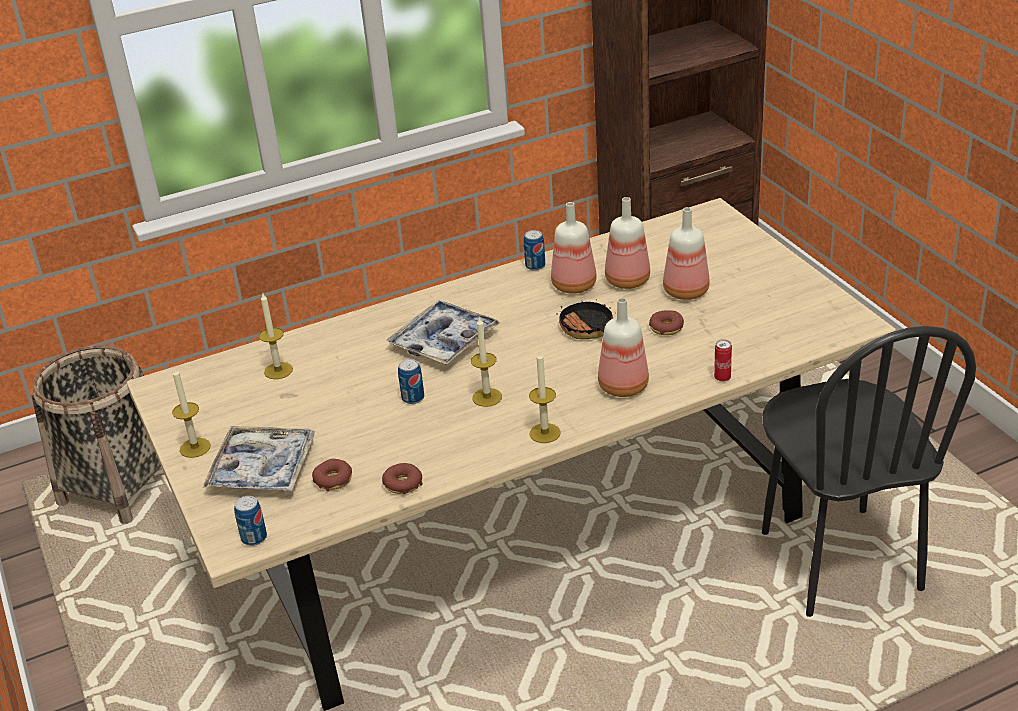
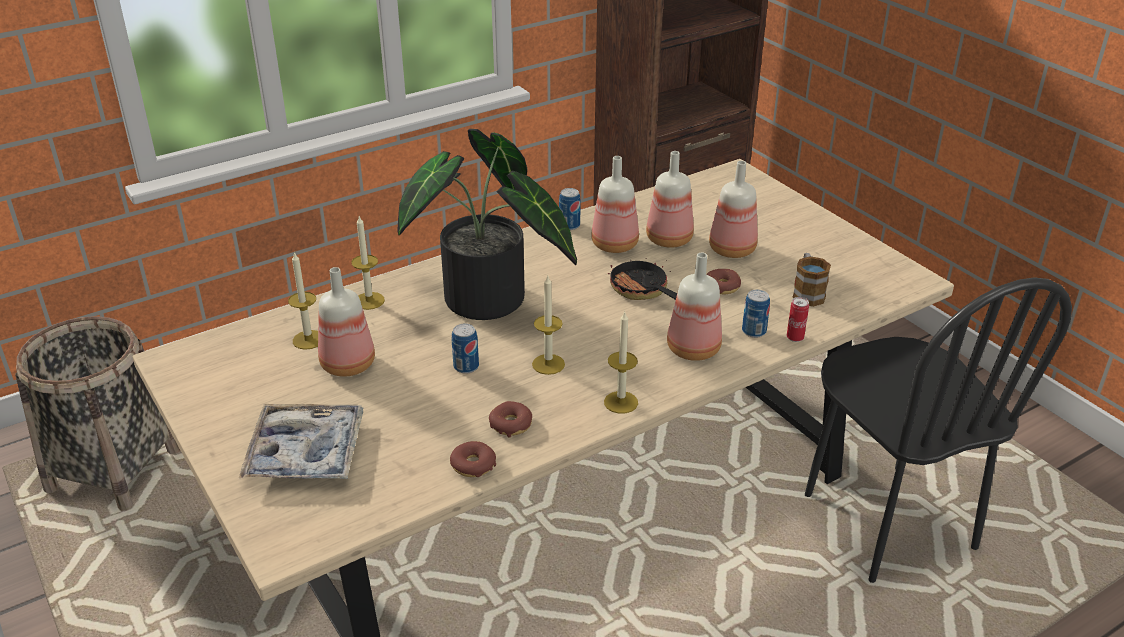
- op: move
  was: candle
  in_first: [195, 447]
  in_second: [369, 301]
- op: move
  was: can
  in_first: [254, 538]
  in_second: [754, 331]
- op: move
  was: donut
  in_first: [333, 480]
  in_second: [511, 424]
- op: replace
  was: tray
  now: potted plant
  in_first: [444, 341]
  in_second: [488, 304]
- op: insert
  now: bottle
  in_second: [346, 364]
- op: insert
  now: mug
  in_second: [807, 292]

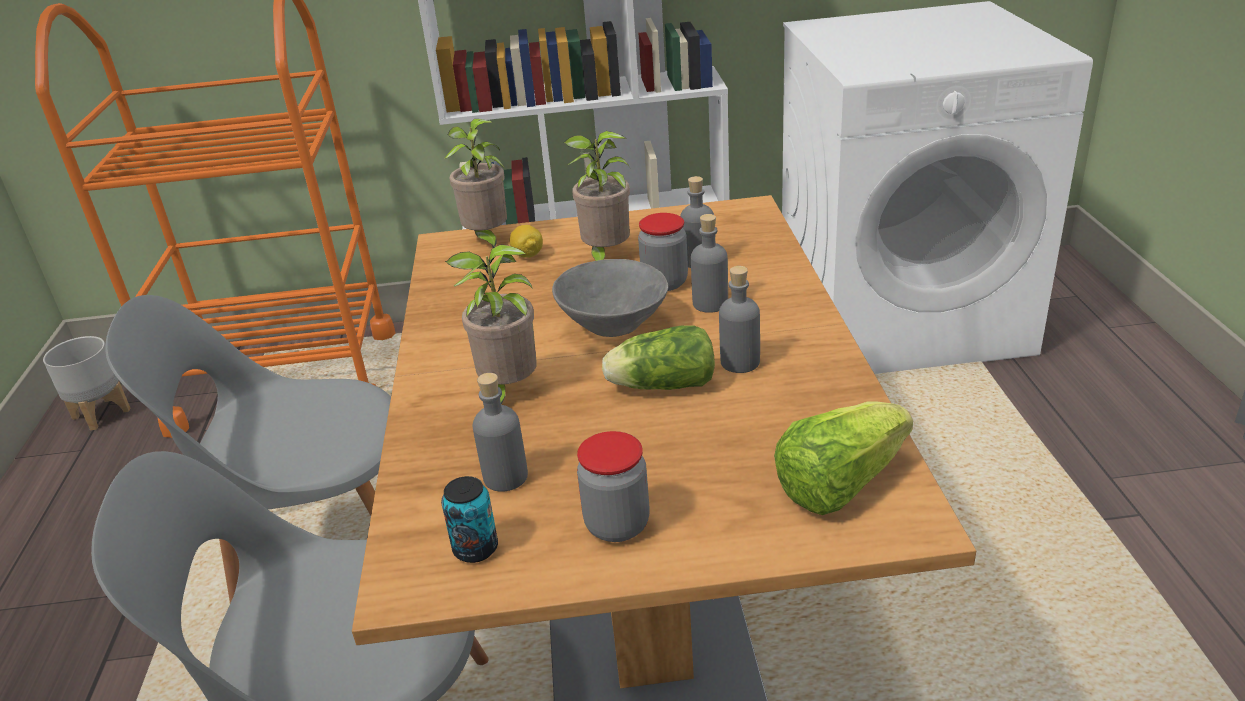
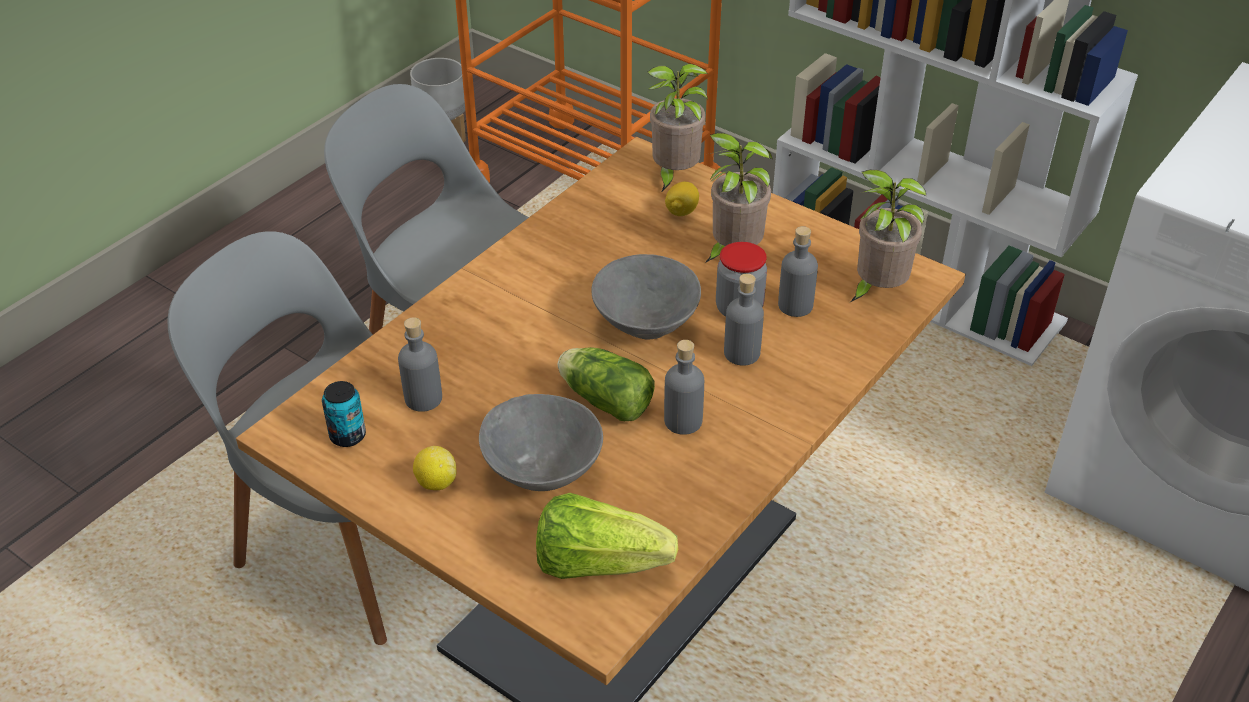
- op: move
  was: potted plant
  in_first: [507, 392]
  in_second: [876, 290]
- op: replace
  was: jar
  now: lemon
  in_first: [617, 525]
  in_second: [436, 482]
- op: insert
  now: grey bowl
  in_second: [542, 471]

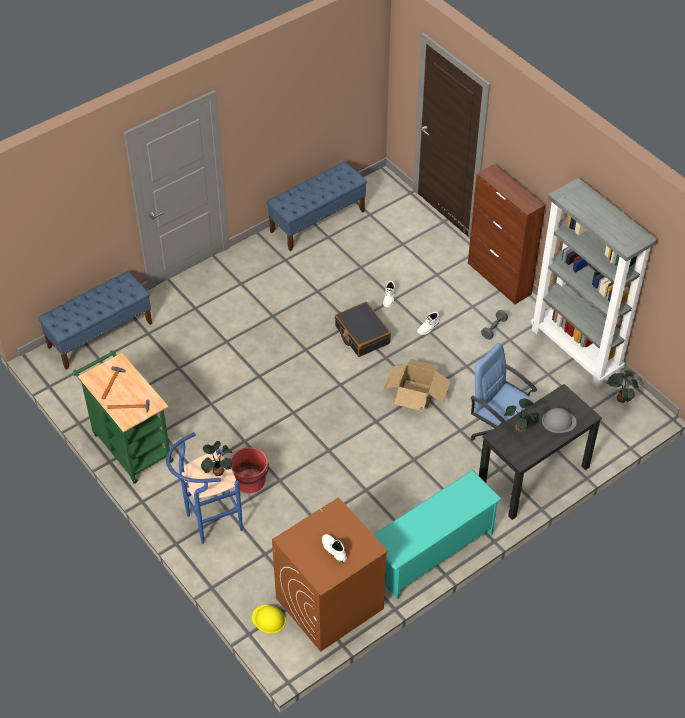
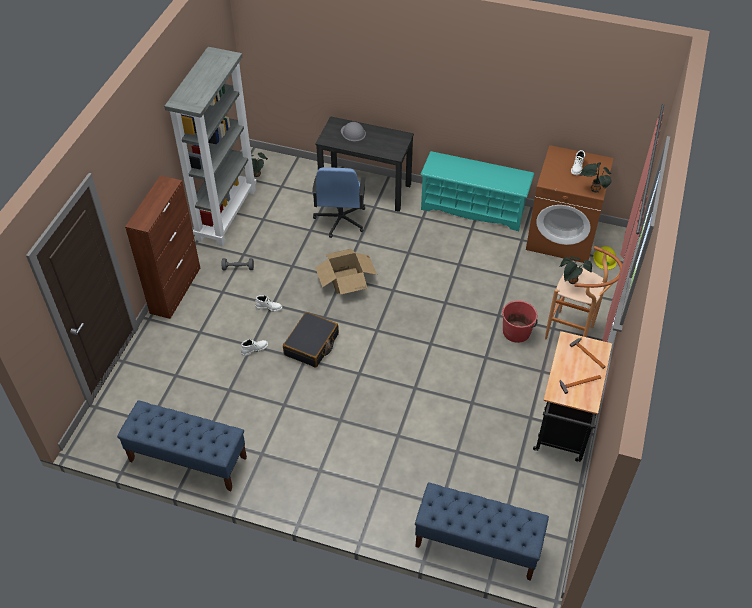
- op: recolor
  was: green cart
  now: black cart
  in_first: [129, 445]
  in_second: [563, 430]
- op: recolor
  was: blue stool
  now: brown stool
  in_first: [208, 523]
  in_second: [574, 333]
- op: move
  was: potted plant
  in_first: [520, 428]
  in_second: [593, 190]

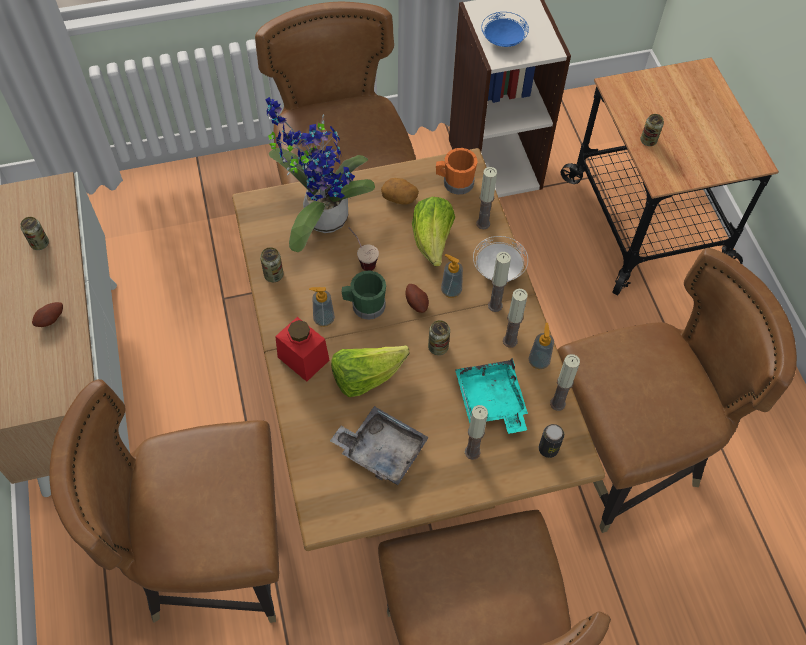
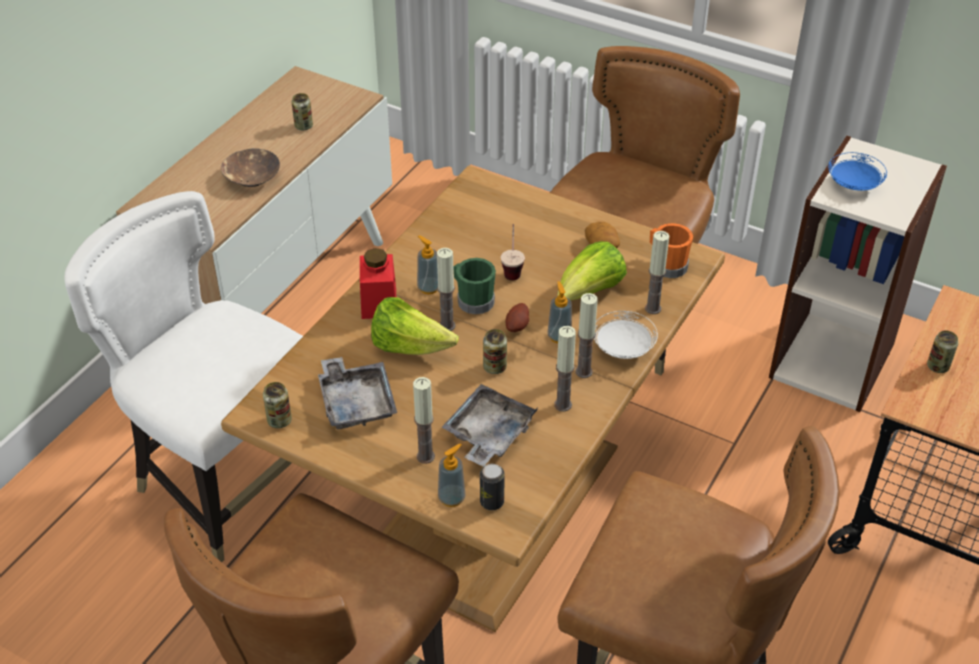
- op: replace
  was: potato
  now: brown bowl
  in_first: [51, 320]
  in_second: [251, 177]
- op: recolor
  was: brown chair
  now: white chair
  in_first: [215, 560]
  in_second: [228, 485]
- op: move
  was: can
  in_first: [273, 275]
  in_second: [279, 420]
- op: delete
  was: potted plant
  in_first: [320, 217]
- op: recolor
  was: turquoise tray
  now: grey tray
  in_first: [491, 401]
  in_second: [488, 434]
- op: move
  was: soap dispenser
  in_first: [539, 361]
  in_second: [451, 498]
- op: move
  was: candle
  in_first: [557, 403]
  in_second: [447, 325]

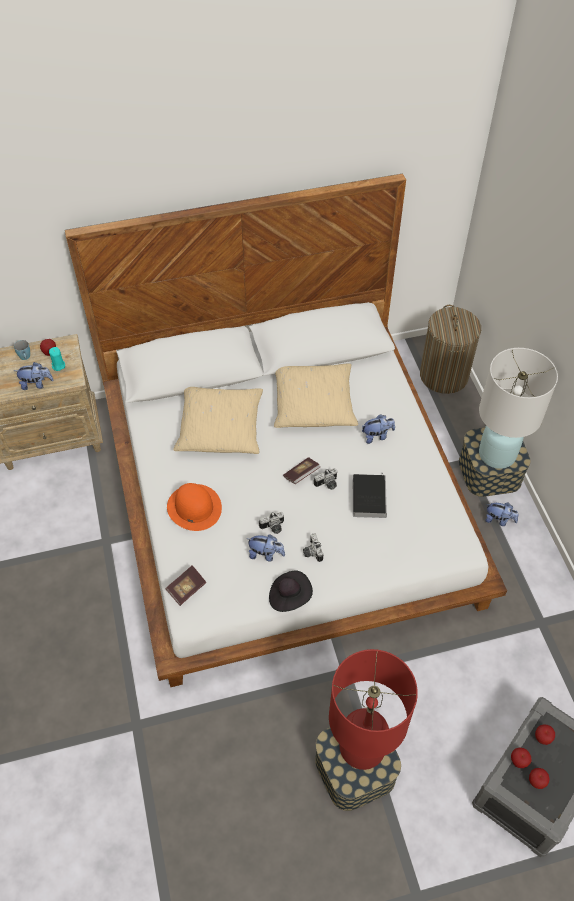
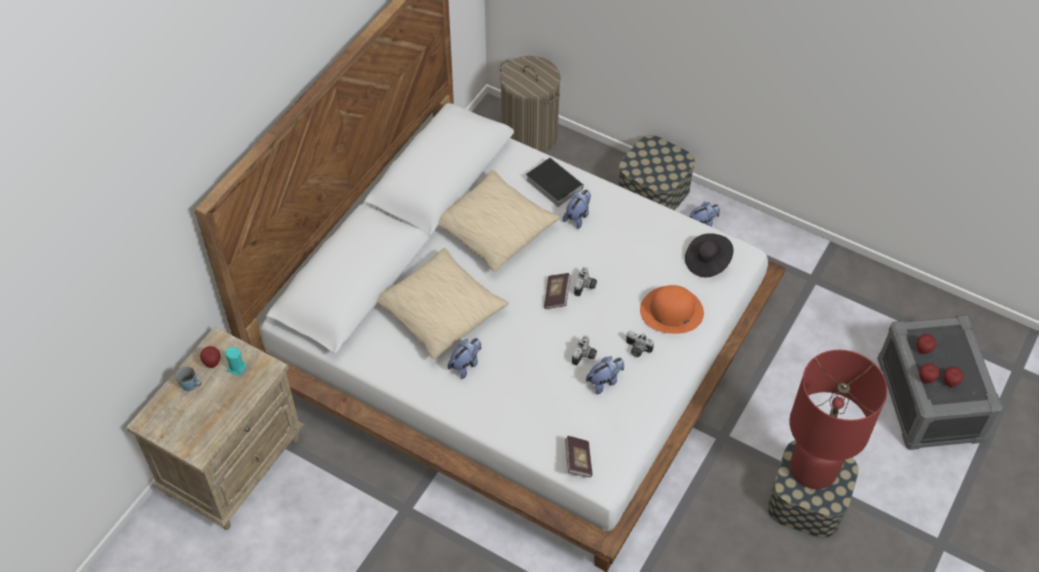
- op: move
  was: plush toy
  in_first: [36, 384]
  in_second: [466, 364]
- op: move
  was: orange hat
  in_first: [194, 507]
  in_second: [671, 311]
- op: move
  was: black hat
  in_first: [289, 596]
  in_second: [707, 262]
- op: move
  was: book
  in_first: [368, 496]
  in_second: [552, 184]
- op: delete
  was: white table lamp
  in_first: [497, 454]

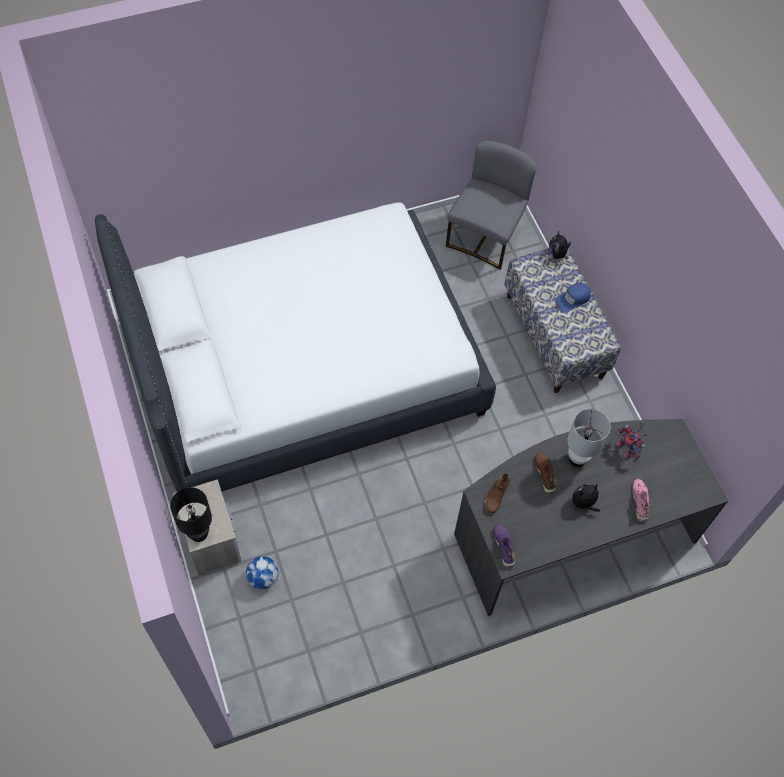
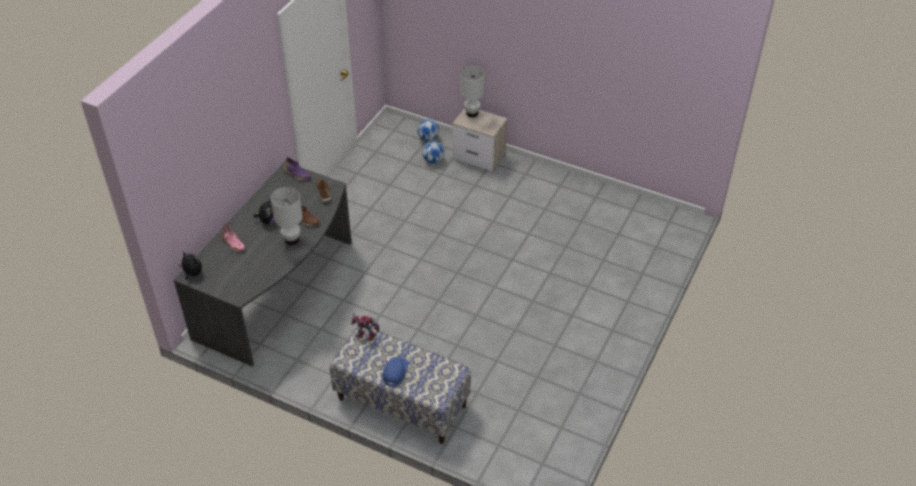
- op: delete
  was: white bed
  in_first: [304, 369]
- op: recolor
  was: black table lamp
  now: white table lamp
  in_first: [198, 533]
  in_second: [472, 113]
- op: delete
  was: grey chair
  in_first: [485, 236]
- op: move
  was: plush toy
  in_first: [557, 254]
  in_second: [192, 274]
- op: move
  was: toy robot
  in_first: [627, 450]
  in_second: [364, 336]
- op: insert
  now: football
  in_second: [428, 138]

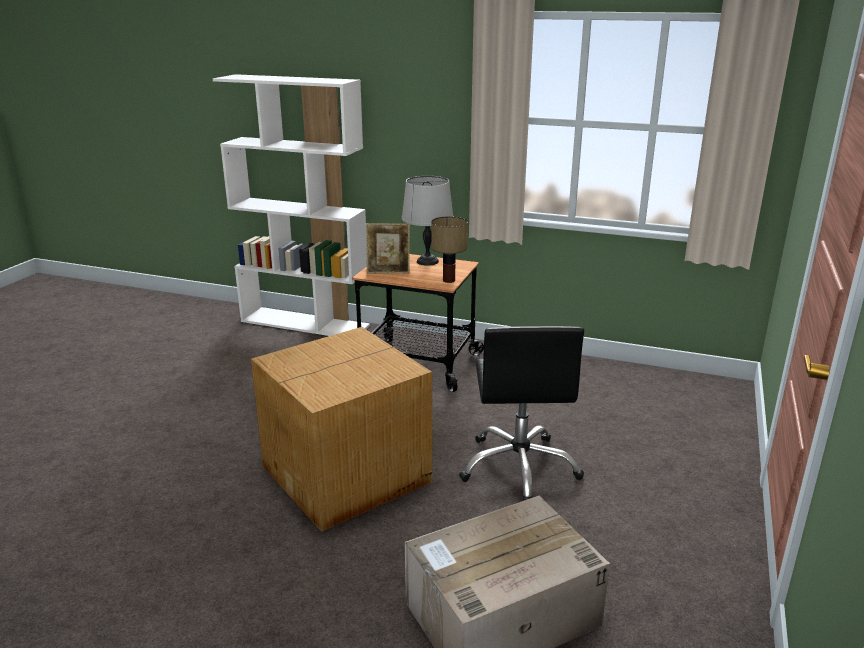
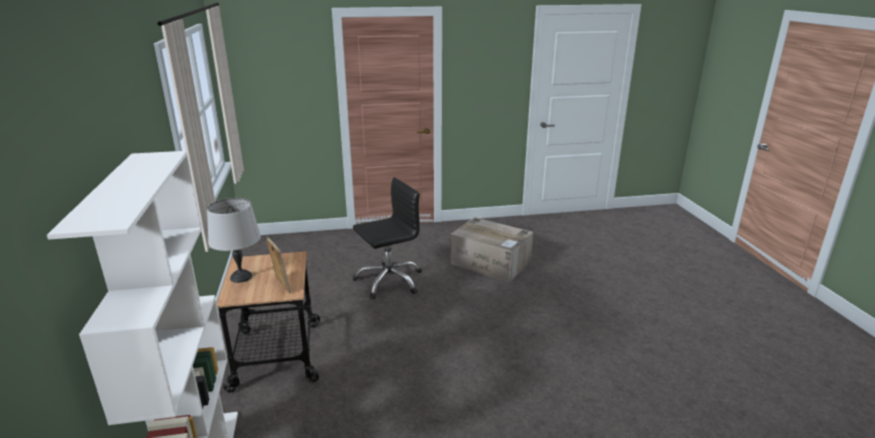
- op: delete
  was: cardboard box
  in_first: [349, 474]
- op: delete
  was: table lamp
  in_first: [449, 280]

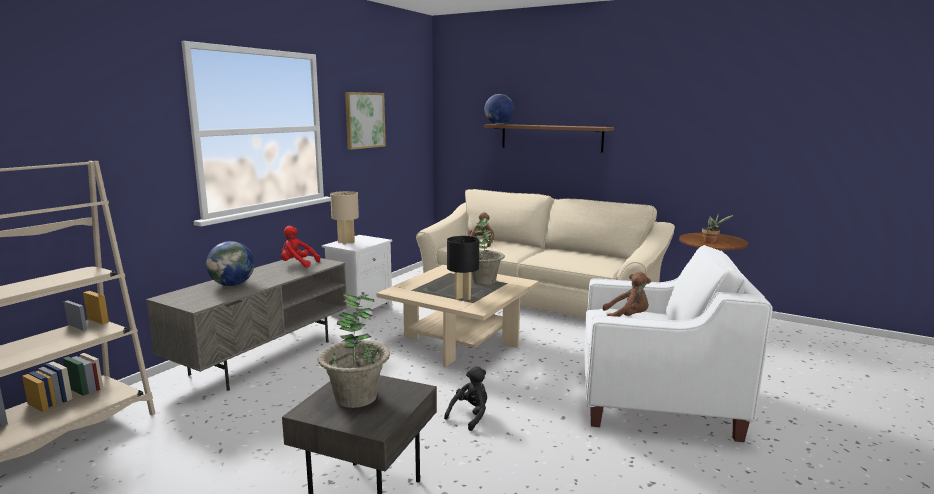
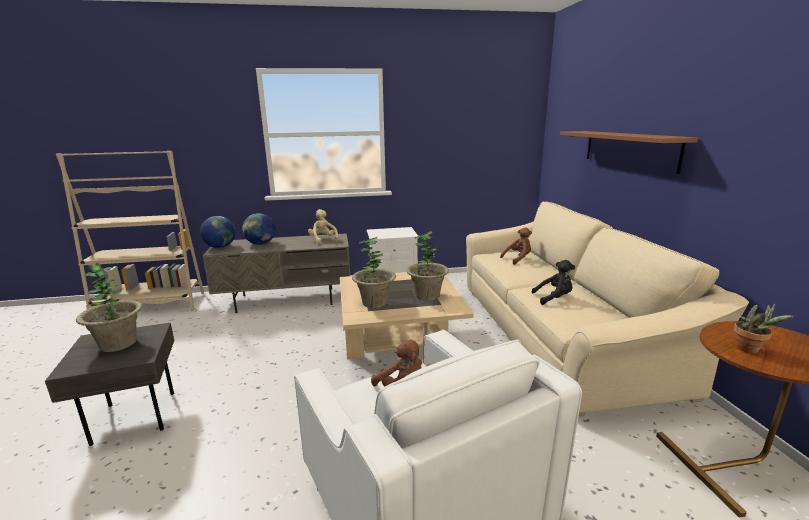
- op: recolor
  was: red plush toy
  now: beige plush toy
  in_first: [297, 264]
  in_second: [323, 240]
- op: delete
  was: beige table lamp
  in_first: [346, 242]
- op: delete
  was: picture
  in_first: [364, 120]
- op: move
  was: black plush toy
  in_first: [470, 415]
  in_second: [554, 298]
- op: replace
  was: black table lamp
  now: potted plant
  in_first: [462, 297]
  in_second: [375, 302]
- op: move
  was: globe
  in_first: [499, 124]
  in_second: [220, 247]

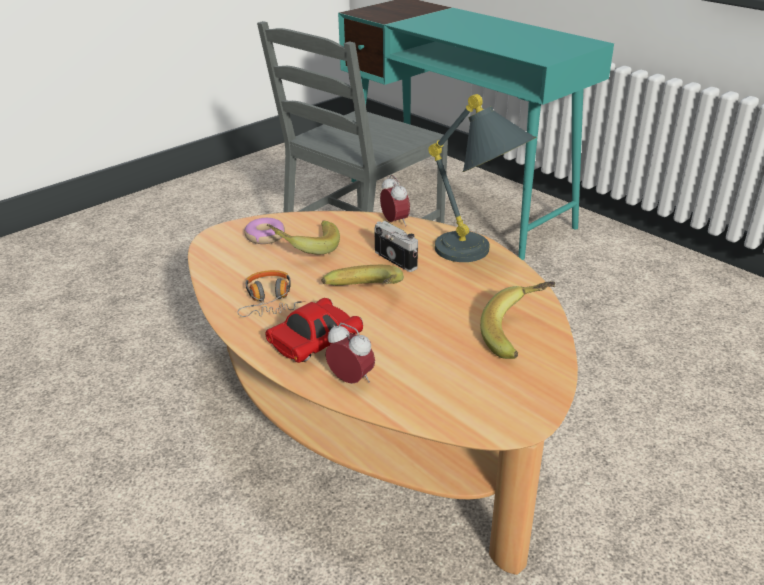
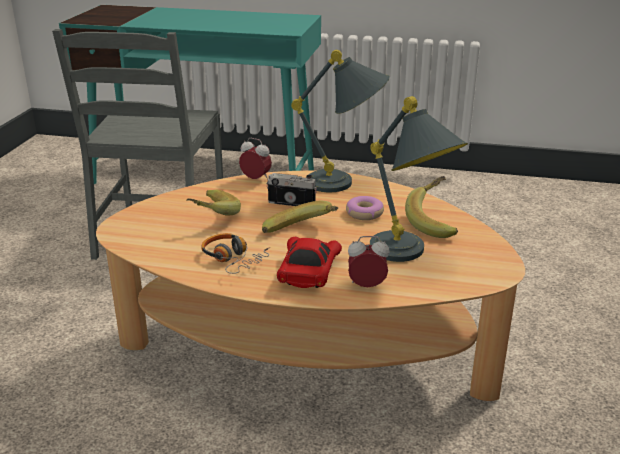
- op: move
  was: donut
  in_first: [265, 236]
  in_second: [364, 213]
- op: insert
  now: grey table lamp
  in_second: [409, 257]

